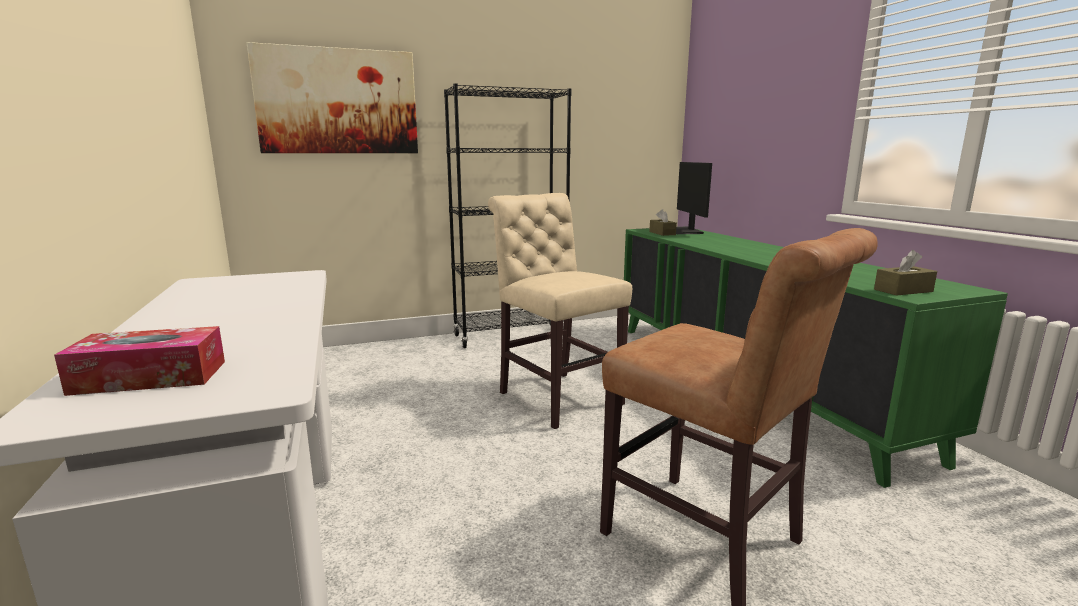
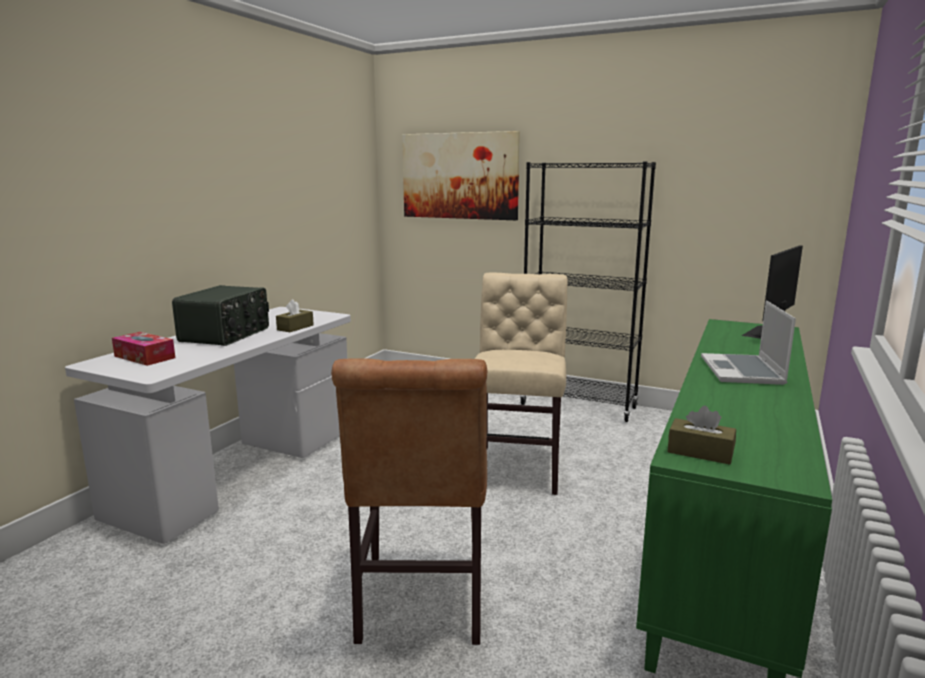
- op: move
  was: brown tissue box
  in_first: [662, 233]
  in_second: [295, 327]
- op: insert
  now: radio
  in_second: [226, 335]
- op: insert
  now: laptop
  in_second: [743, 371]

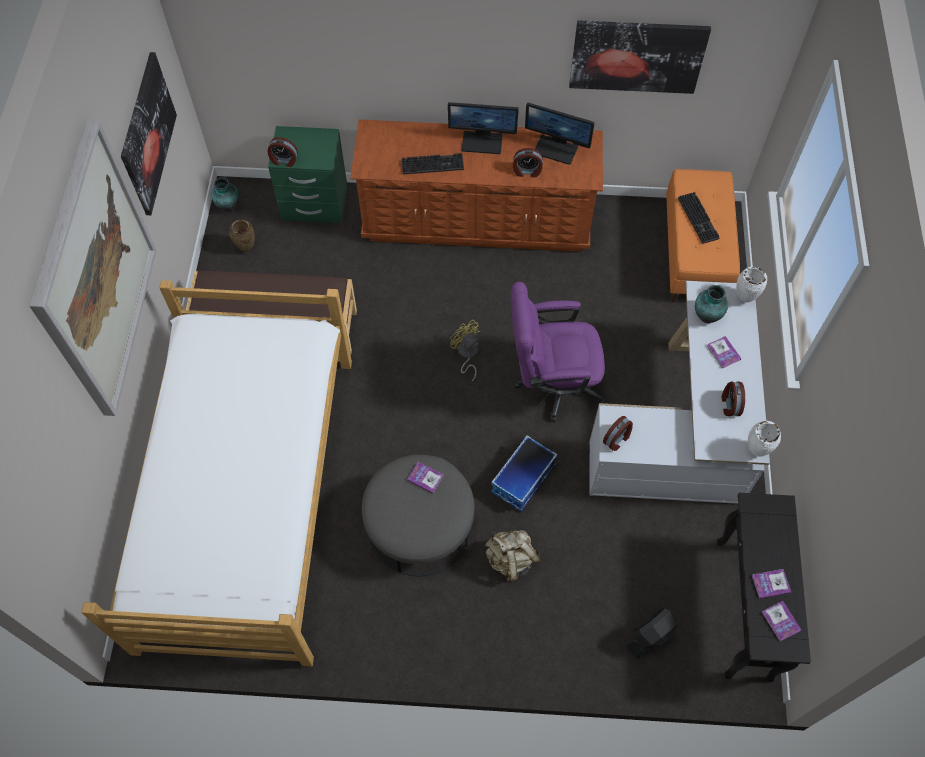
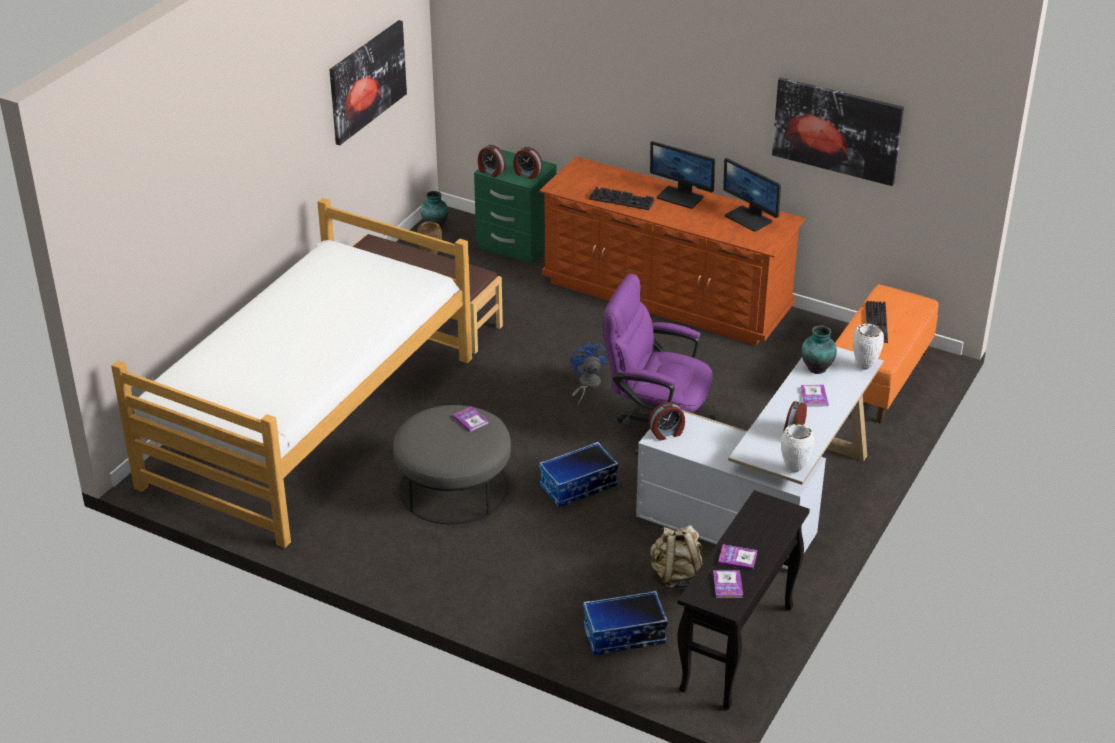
- op: delete
  was: picture
  in_first: [95, 273]
- op: recolor
  was: yellow fan
  now: blue fan
  in_first: [466, 354]
  in_second: [587, 385]
- op: move
  was: beige backpack
  in_first: [511, 560]
  in_second: [676, 576]
- op: move
  was: alarm clock
  in_first: [527, 171]
  in_second: [527, 174]
- op: replace
  was: black fan
  now: storage box
  in_first: [650, 637]
  in_second: [624, 636]

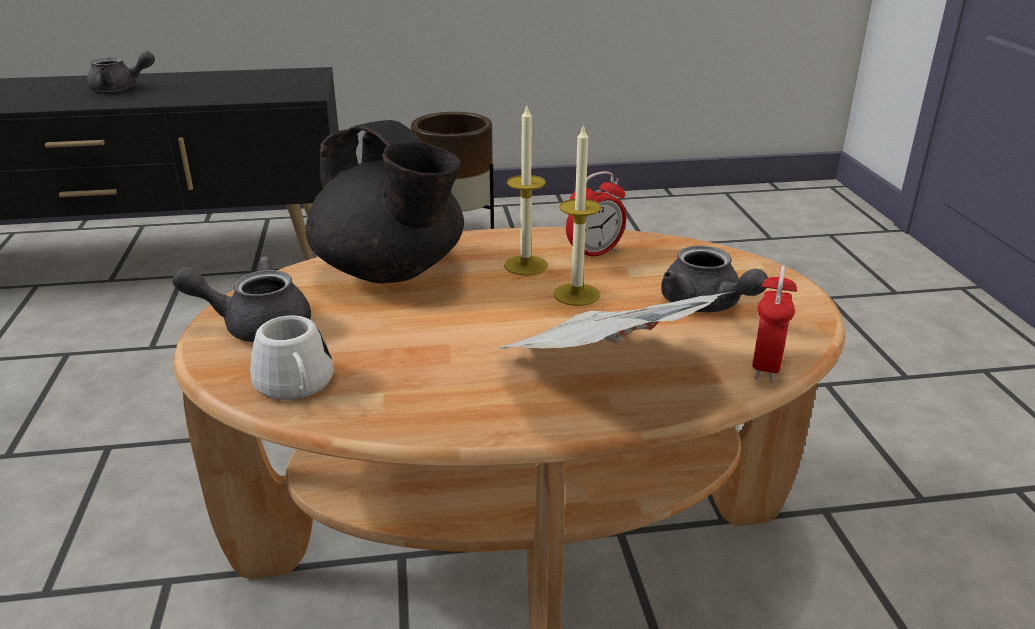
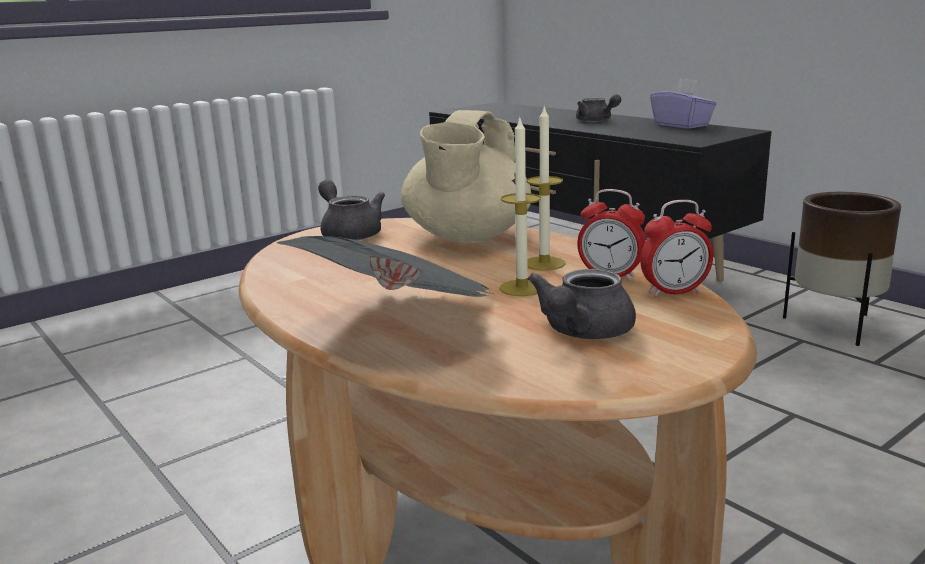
- op: delete
  was: white mug
  in_first: [296, 386]
- op: recolor
  was: black teapot
  now: beige teapot
  in_first: [391, 272]
  in_second: [467, 237]
- op: move
  was: alarm clock
  in_first: [766, 366]
  in_second: [674, 292]
- op: insert
  now: purple tissue box
  in_second: [682, 125]

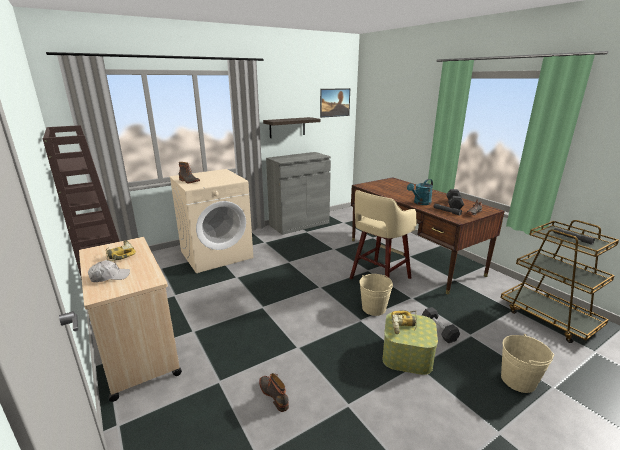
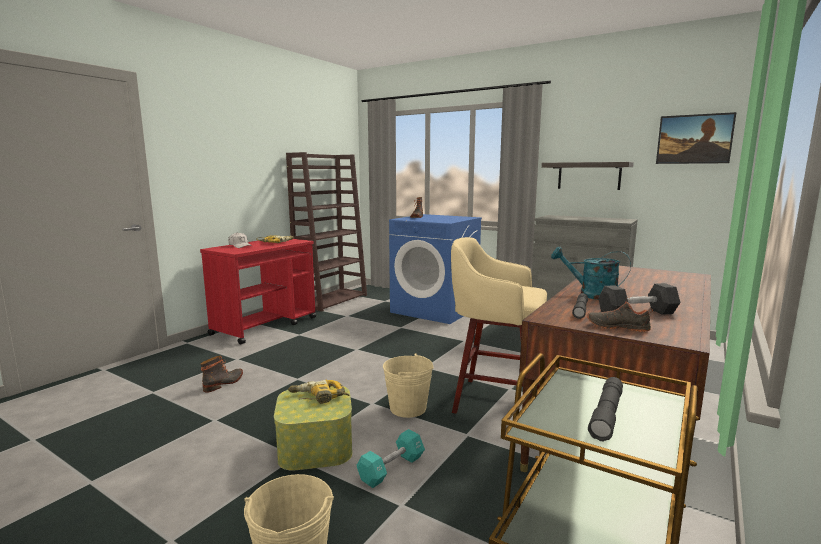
- op: recolor
  was: beige cart
  now: red cart
  in_first: [137, 350]
  in_second: [265, 326]
- op: recolor
  was: beige washing machine
  now: blue washing machine
  in_first: [217, 254]
  in_second: [435, 310]
- op: recolor
  was: black dumbbell
  now: turquoise dumbbell
  in_first: [438, 330]
  in_second: [391, 468]

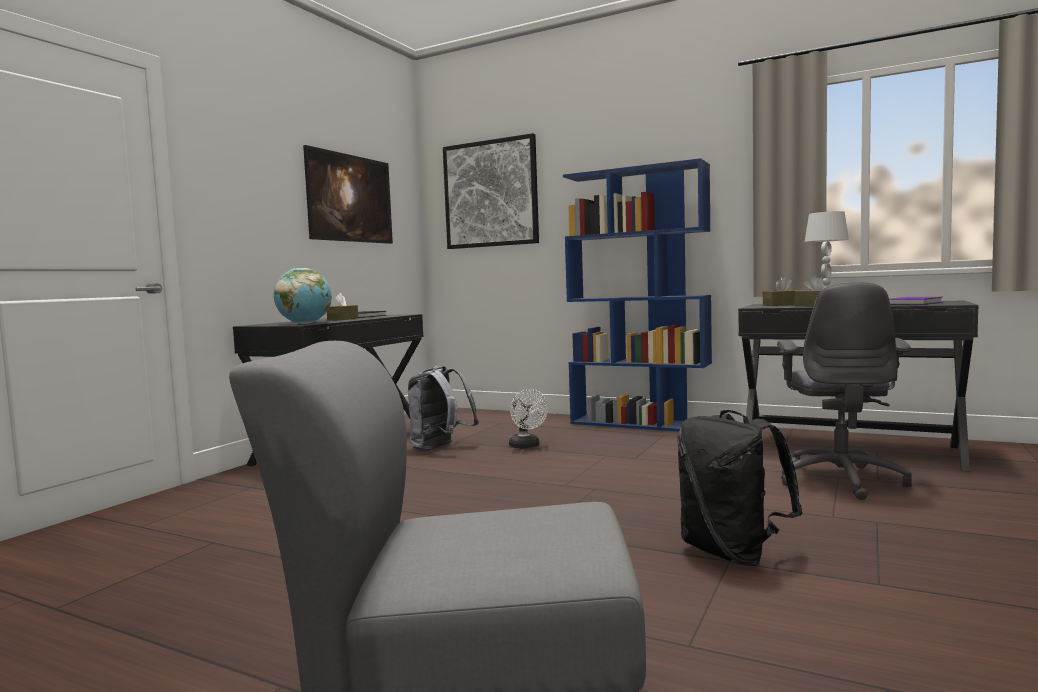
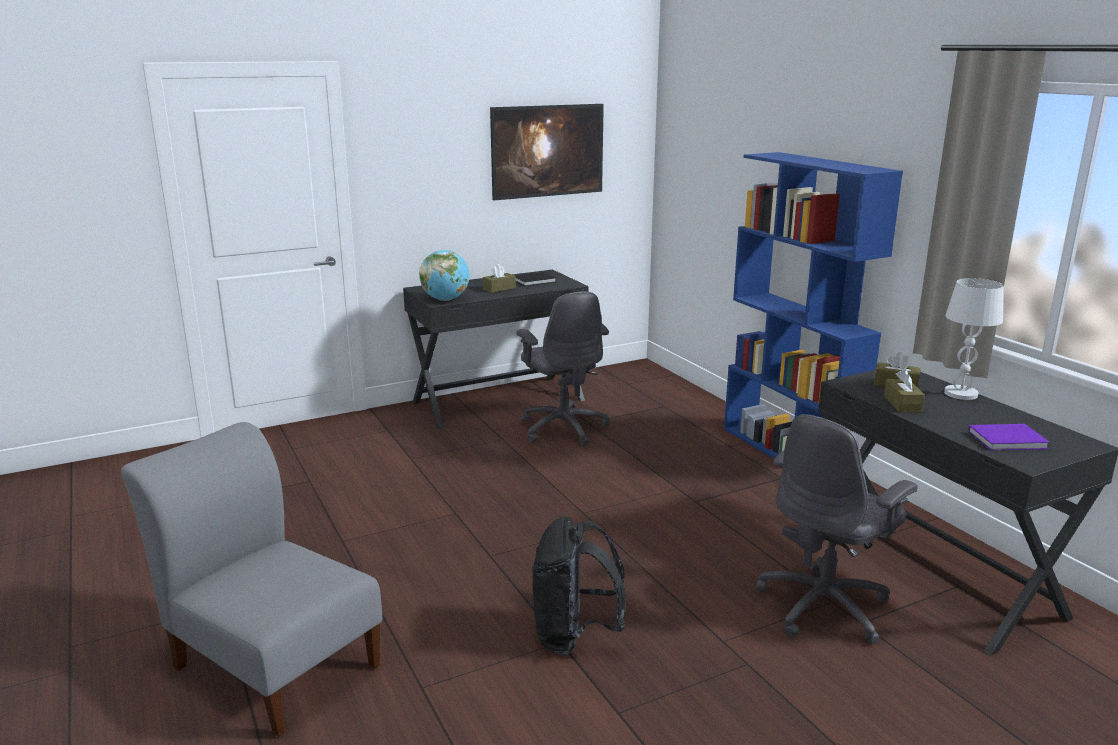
- op: replace
  was: grey backpack
  now: grey office chair
  in_first: [440, 448]
  in_second: [563, 428]
- op: delete
  was: picture
  in_first: [490, 194]
- op: delete
  was: white fan
  in_first: [526, 446]

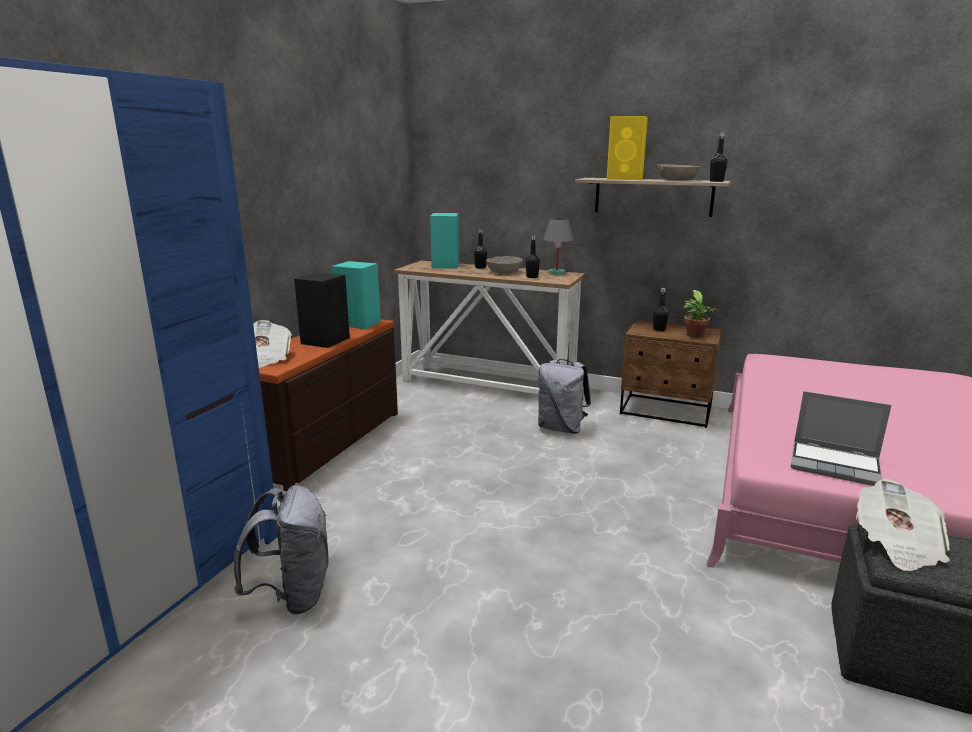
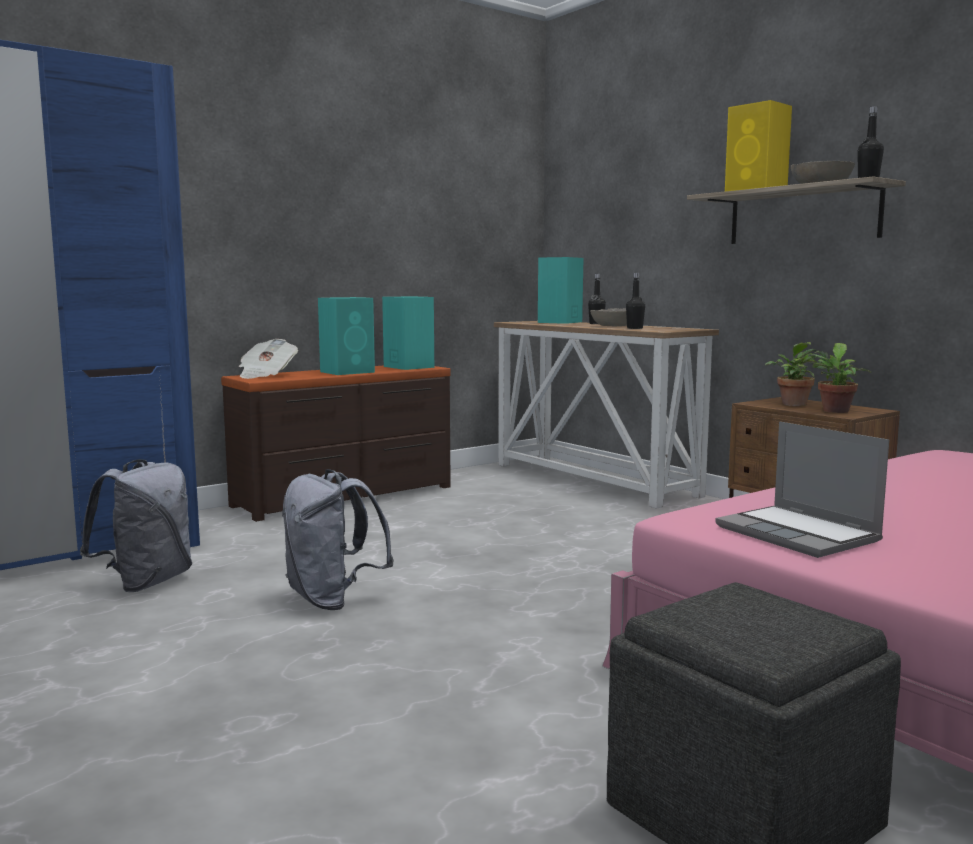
- op: recolor
  was: black speaker
  now: turquoise speaker
  in_first: [326, 340]
  in_second: [348, 372]
- op: move
  was: grey backpack
  in_first: [561, 428]
  in_second: [333, 600]
- op: delete
  was: grey table lamp
  in_first: [557, 273]
- op: replace
  was: black bottle
  now: potted plant
  in_first: [659, 329]
  in_second: [792, 404]
- op: delete
  was: newspaper
  in_first: [897, 545]

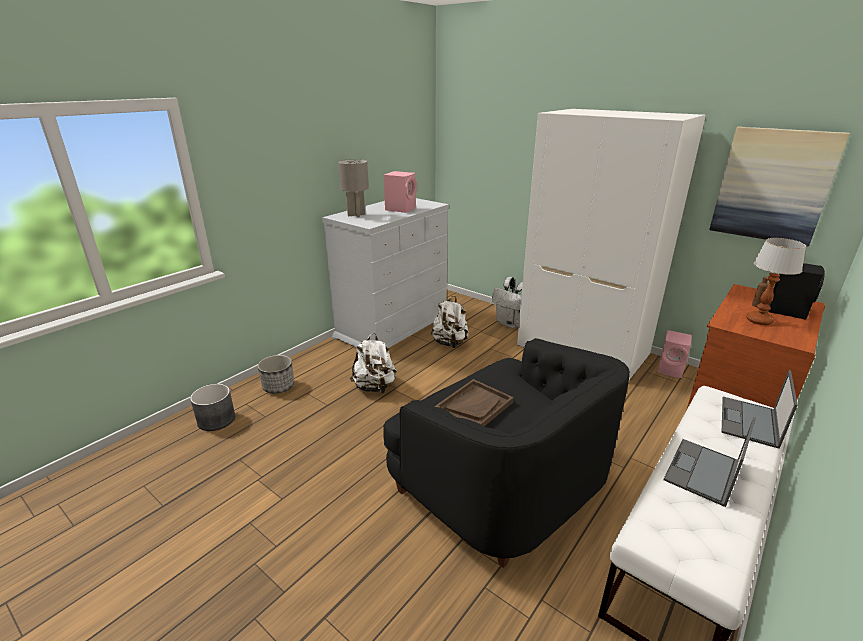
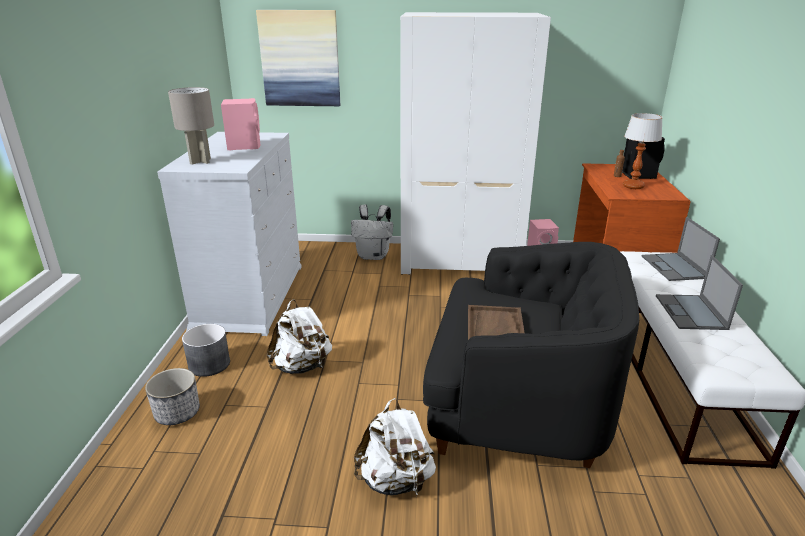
- op: move
  was: grey planter
  in_first: [216, 420]
  in_second: [209, 364]
- op: move
  was: white backpack
  in_first: [450, 343]
  in_second: [395, 480]
- op: move
  was: picture
  in_first: [773, 185]
  in_second: [300, 59]

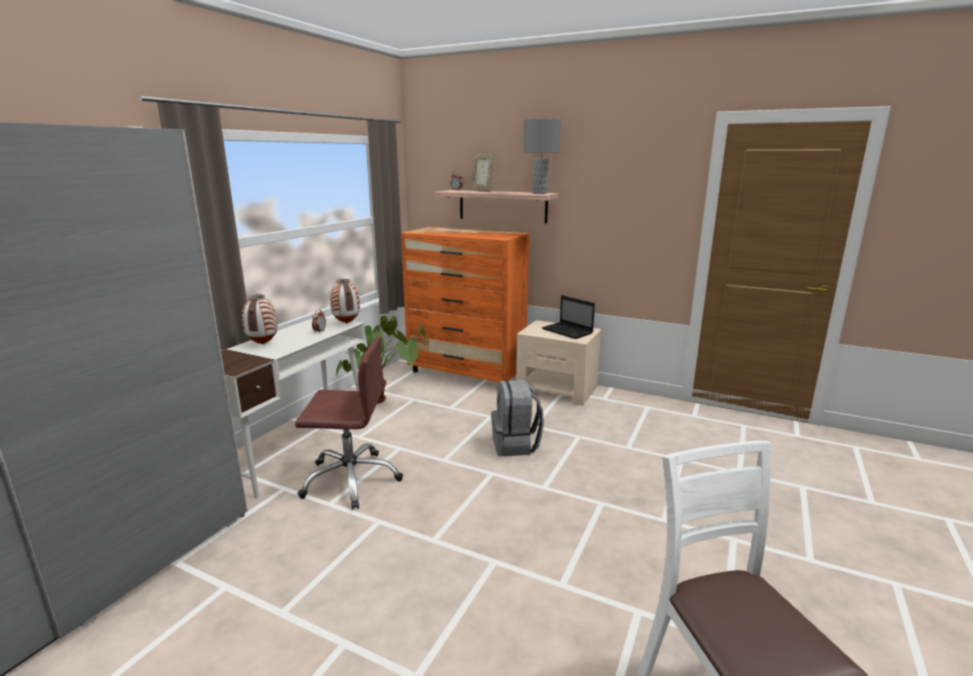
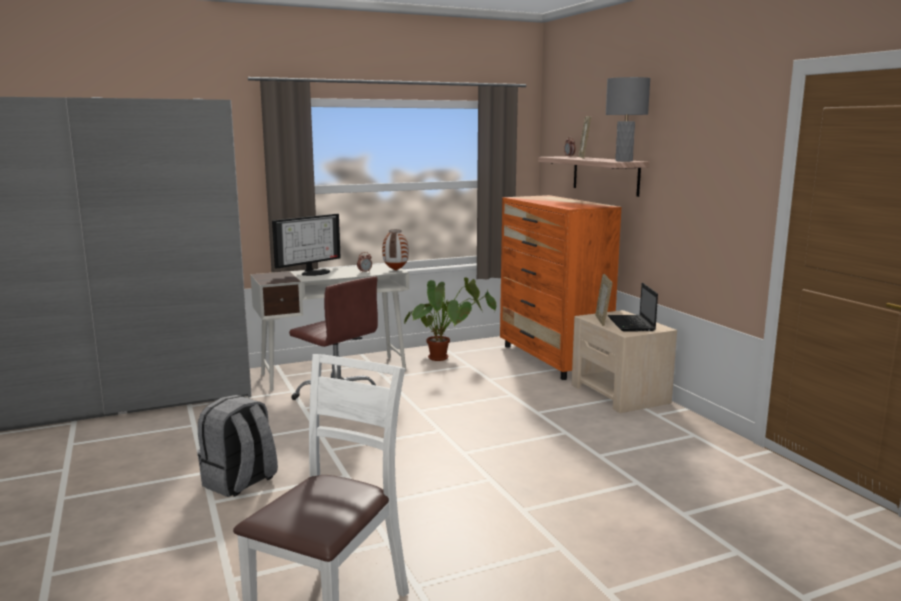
- op: replace
  was: vase
  now: monitor
  in_first: [262, 344]
  in_second: [314, 272]
- op: move
  was: grey backpack
  in_first: [516, 445]
  in_second: [240, 482]
- op: insert
  now: picture frame
  in_second: [602, 321]

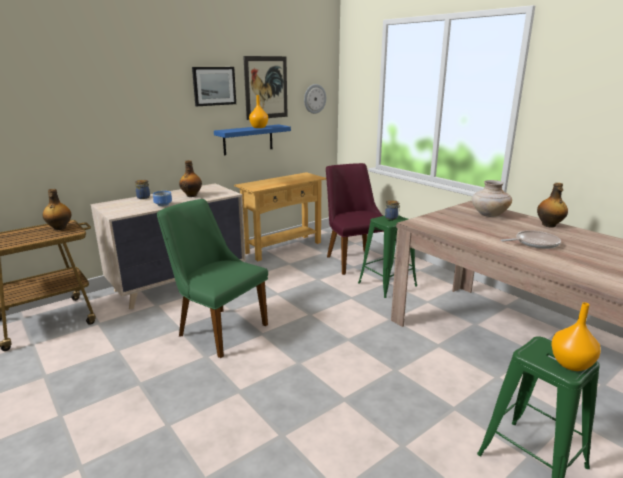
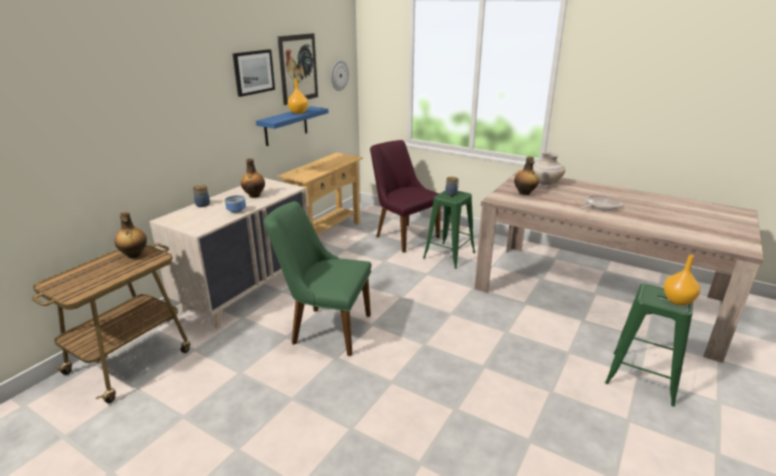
- op: move
  was: bottle
  in_first: [549, 225]
  in_second: [524, 193]

